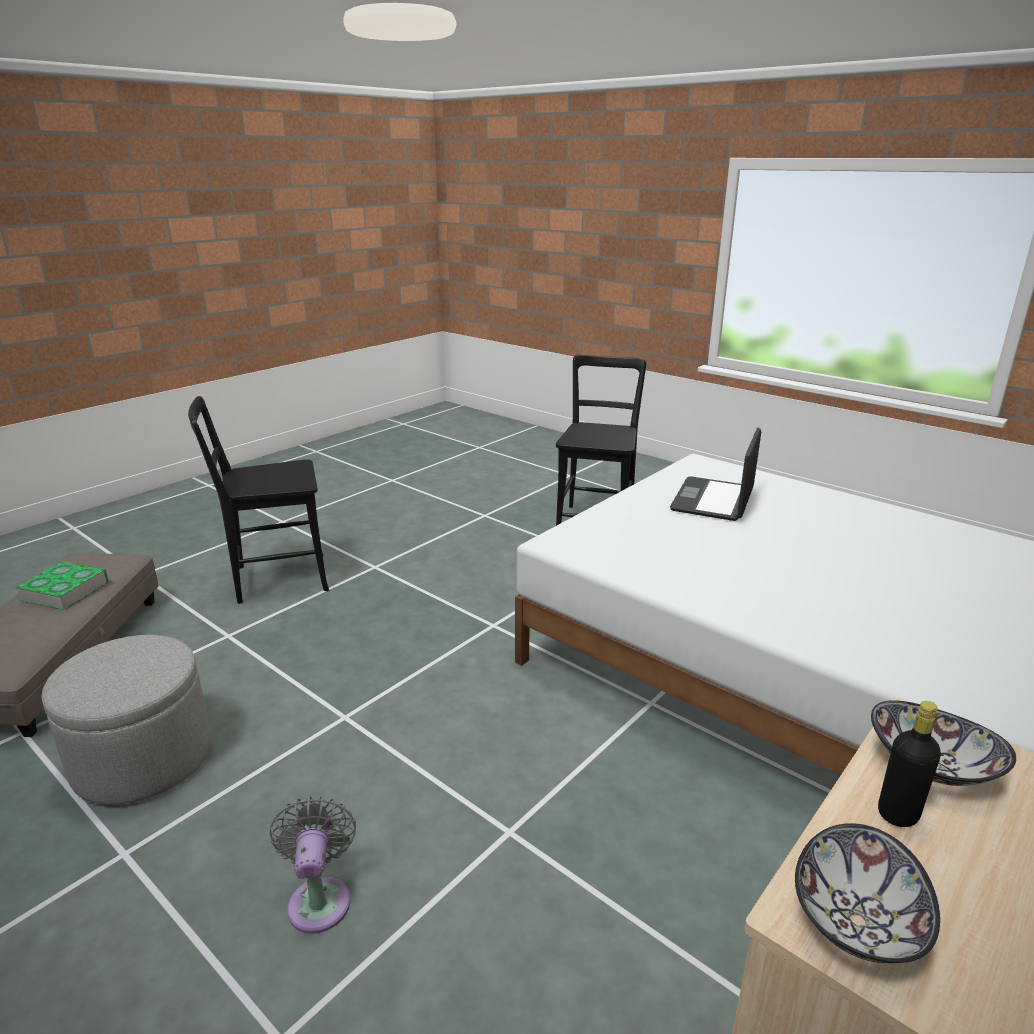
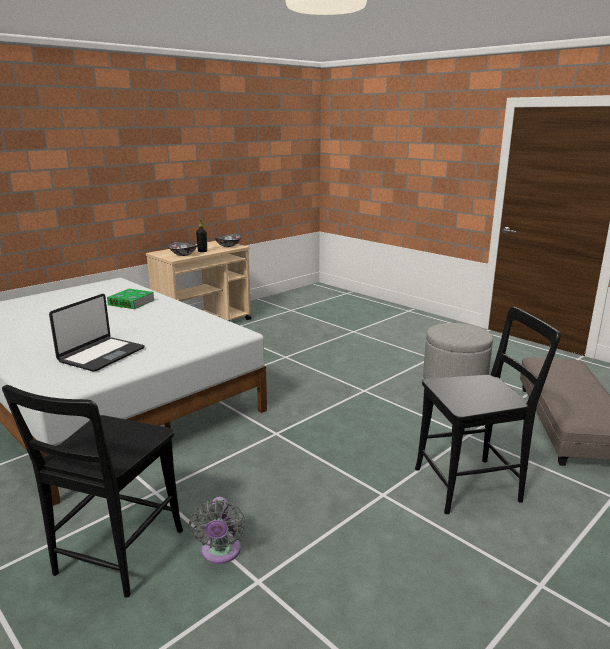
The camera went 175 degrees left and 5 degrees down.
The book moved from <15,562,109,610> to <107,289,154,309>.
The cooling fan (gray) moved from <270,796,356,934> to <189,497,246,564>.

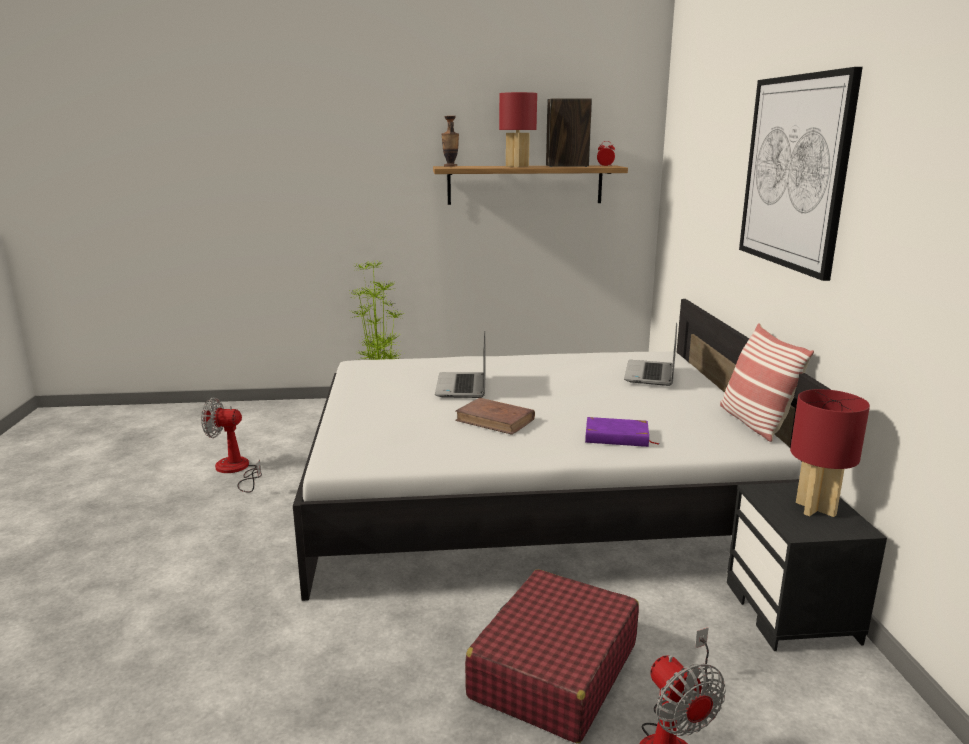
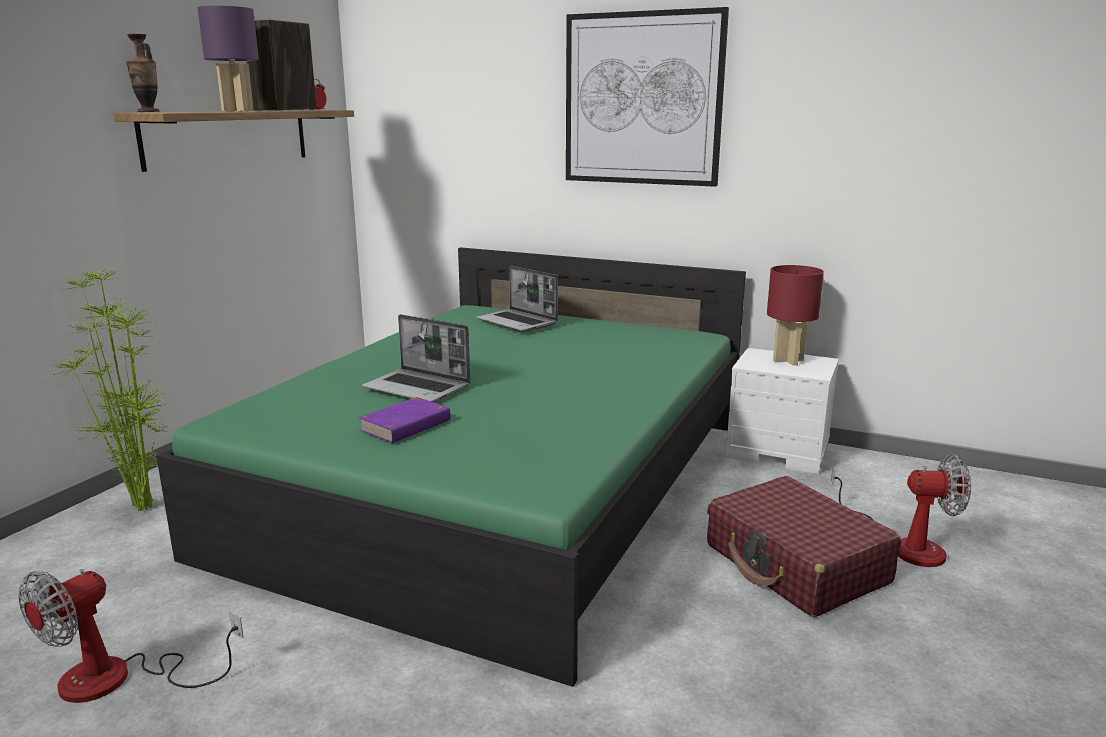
The camera went 60 degrees left and 0 degrees up.
The book (brown-coloured) at <455,398,535,435> disappeared.
The throw pillow at <720,323,814,442> disappeared.
The book (purple) moved from <585,417,660,447> to <358,397,453,443>.
The bedroom bed (white-coloured) at <293,299,831,601> became the bedroom bed (green-coloured) at <156,248,746,687>.
The lamp for a table (red) at <499,92,537,167> became the lamp for a table (purple) at <198,5,259,111>.
The nightstand (black) at <727,482,887,651> became the nightstand (white-coloured) at <726,348,839,474>.

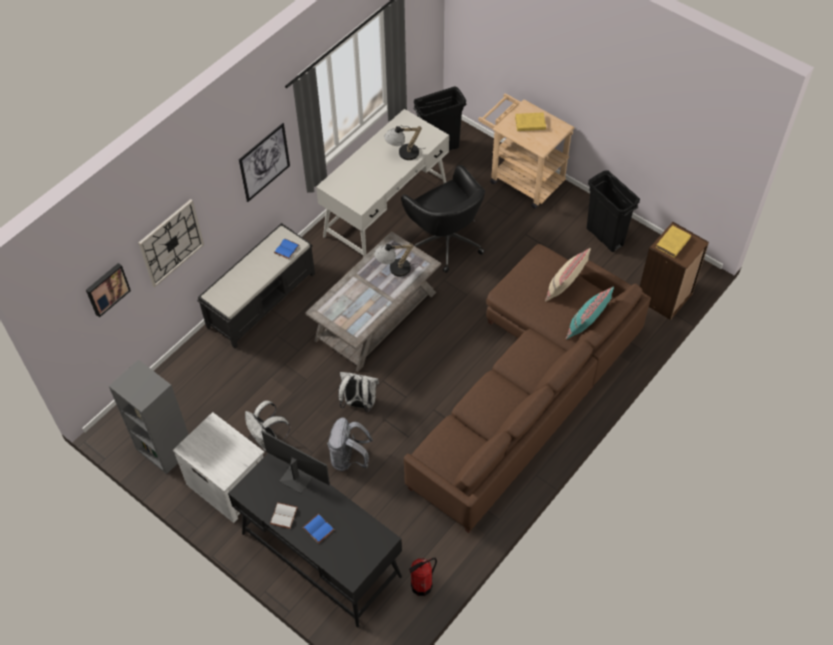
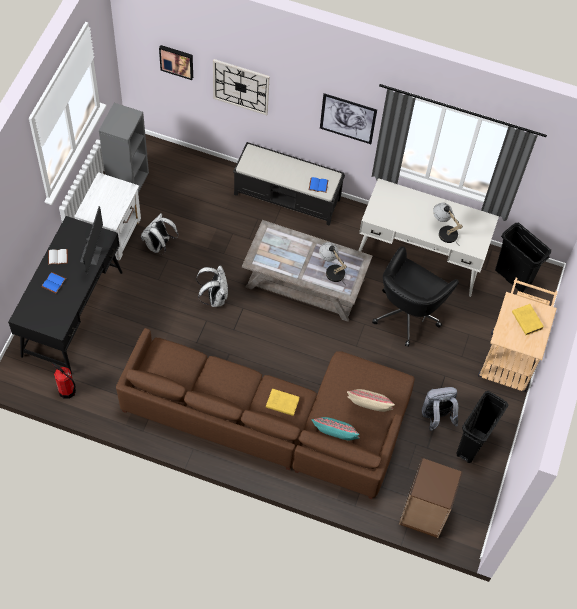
The camera went 65 degrees right and 5 degrees up.
The rucksack (gray) moved from <327,417,373,471> to <422,387,458,431>.
The book (yellowish) moved from <656,225,691,258> to <266,389,300,416>.

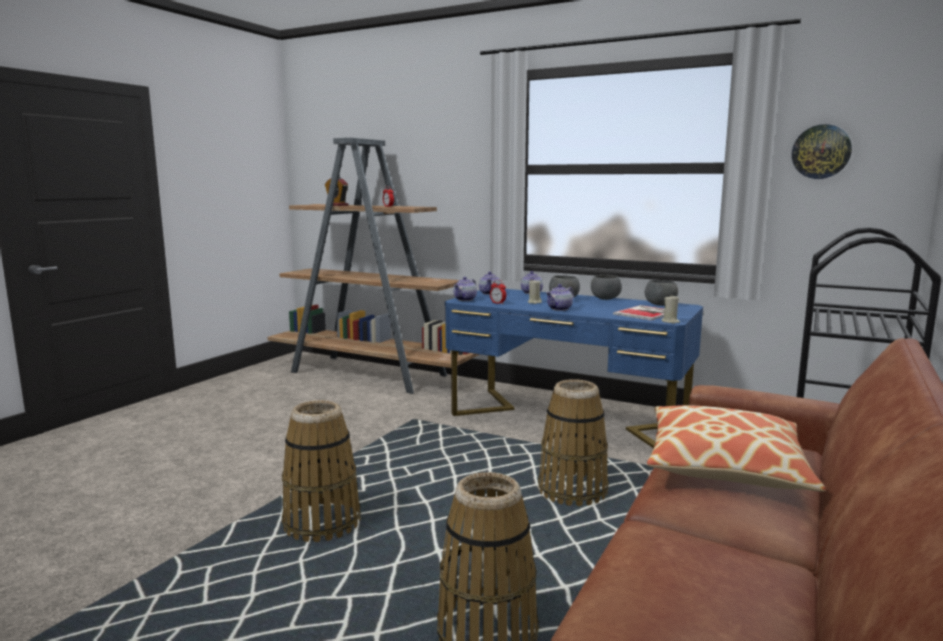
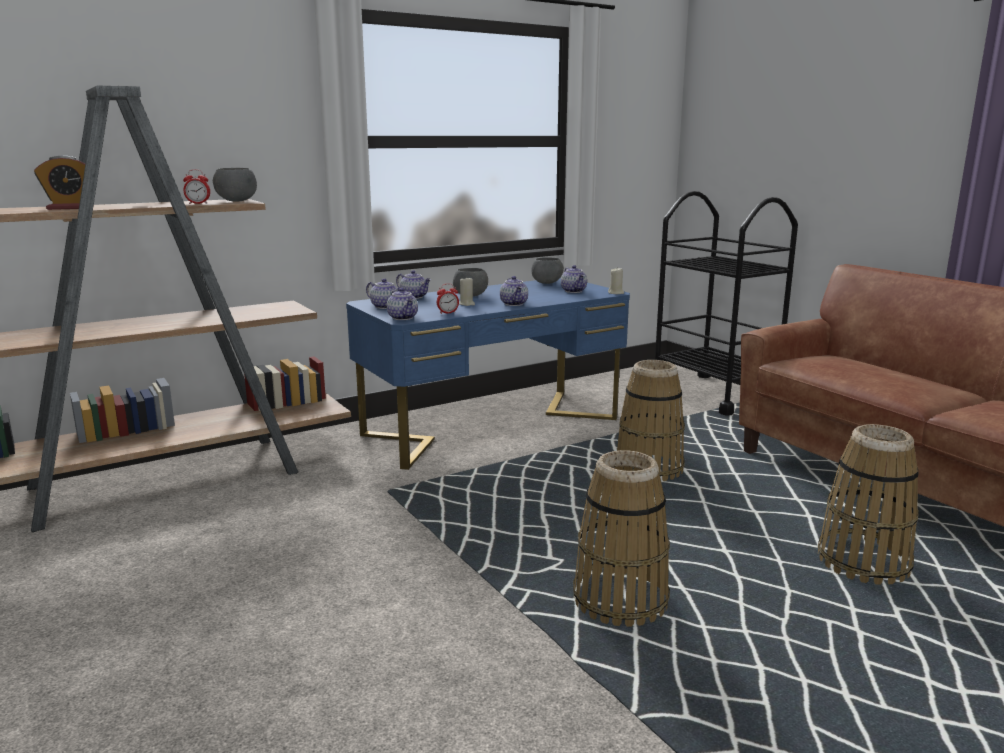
The camera went 60 degrees left and 5 degrees up.
The throw pillow at <647,405,826,492> disappeared.
The hanging clock at <792,124,852,179> disappeared.
The serving bowl (gray) moved from <591,275,622,300> to <213,168,257,202>.
The book at <613,305,664,321> was replaced by the teapot at <561,265,587,293>.

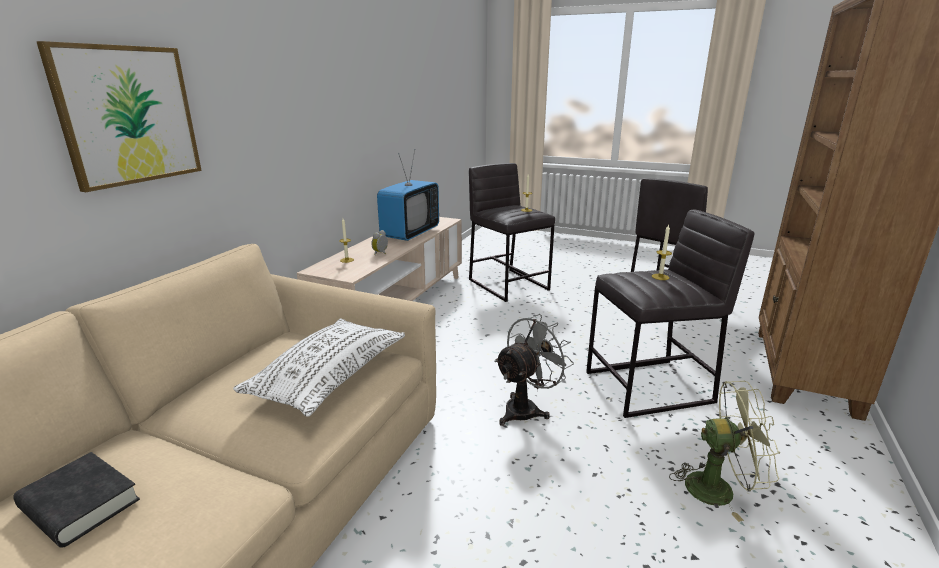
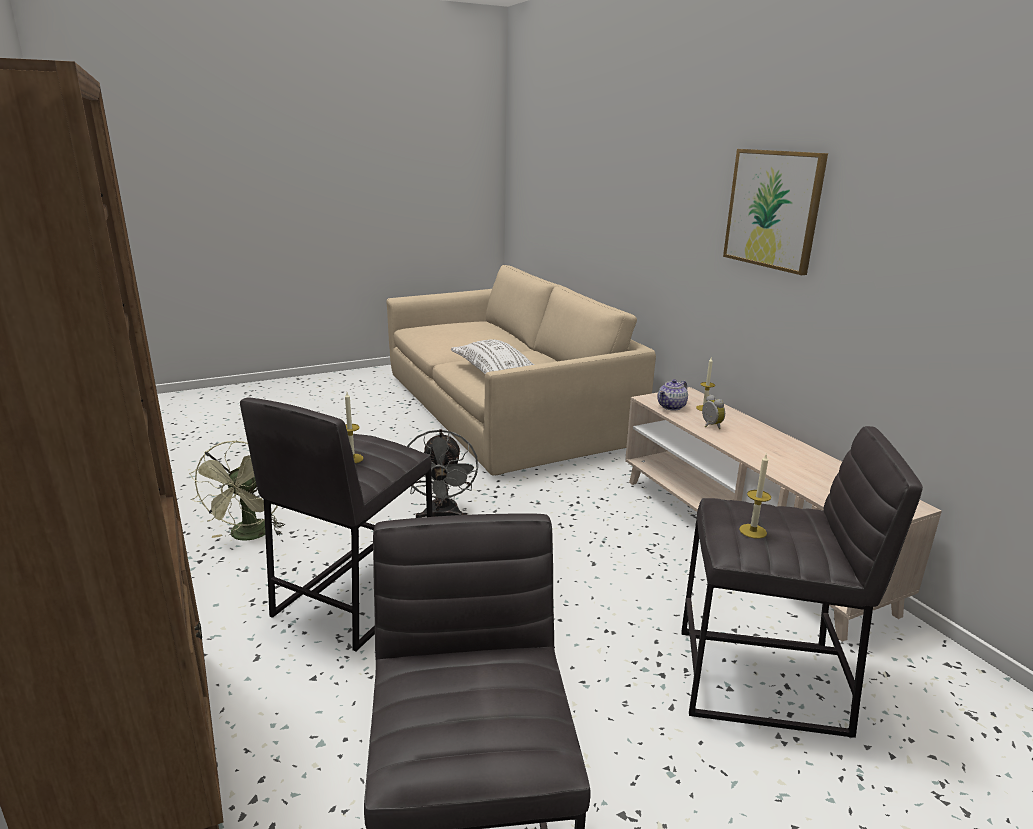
The camera went 130 degrees right and 0 degrees up.
The book (black) at <13,452,140,548> disappeared.
The television at <377,149,439,241> disappeared.
The teapot at <657,379,688,410> appeared.
The wall picture moved from <36,41,202,192> to <723,149,828,275>.
The cooling fan (green-coloured) at <669,381,780,522> turned 45 degrees counterclockwise.

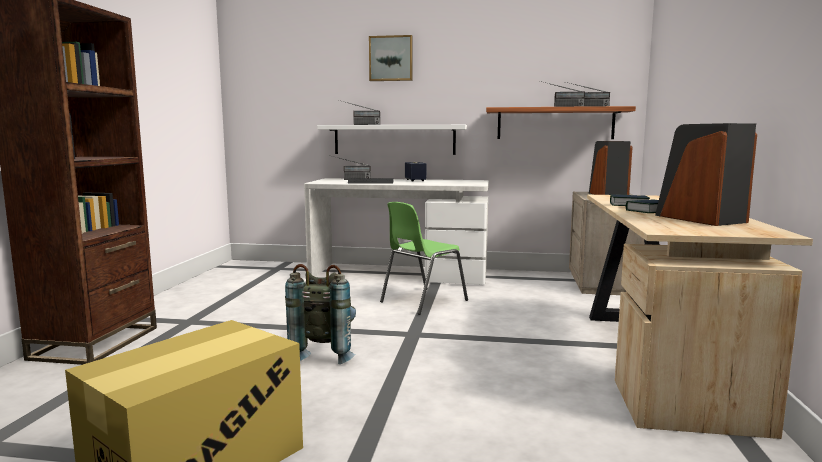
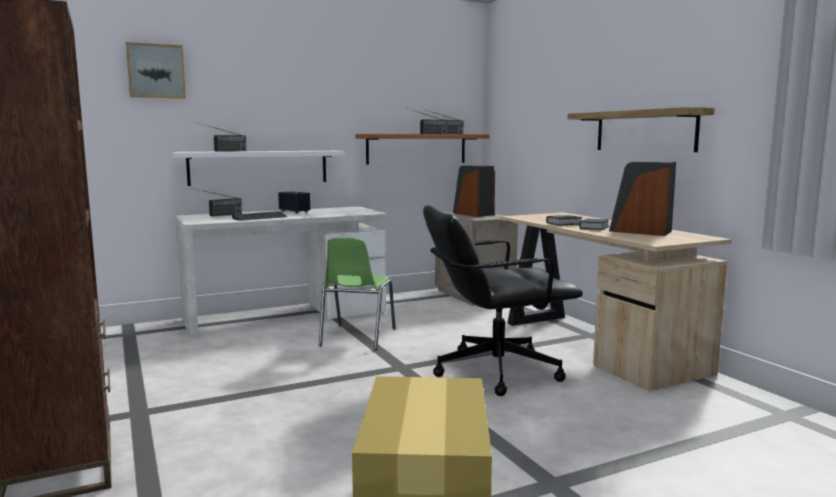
The camera went 35 degrees left and 0 degrees up.
The rucksack (gray) at <285,264,356,364> disappeared.
The desk chair (black) at <423,205,583,396> appeared.
The shelf at <567,107,715,152> appeared.
The wall picture moved from <369,35,412,81> to <126,42,186,99>.

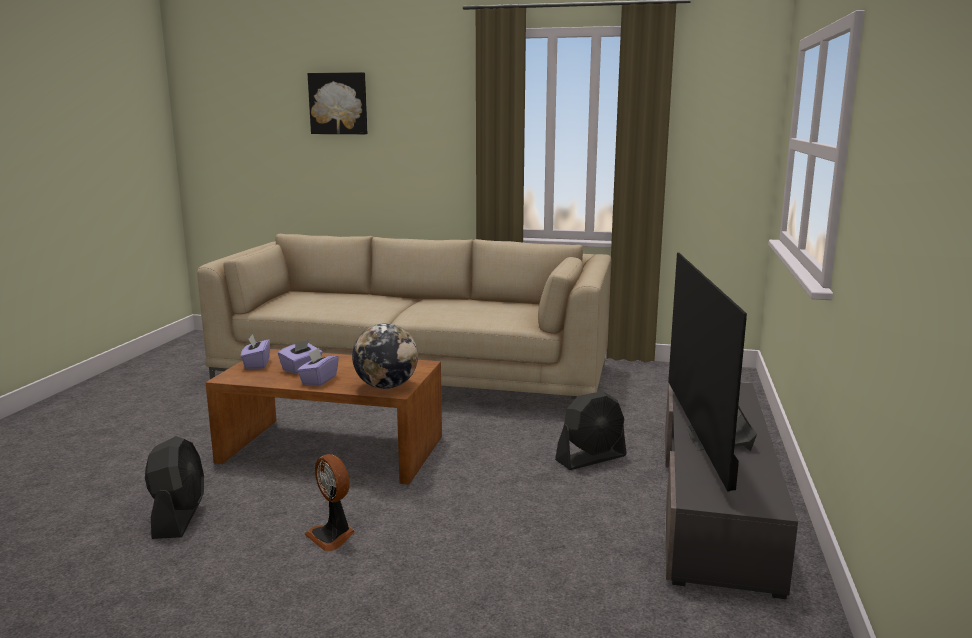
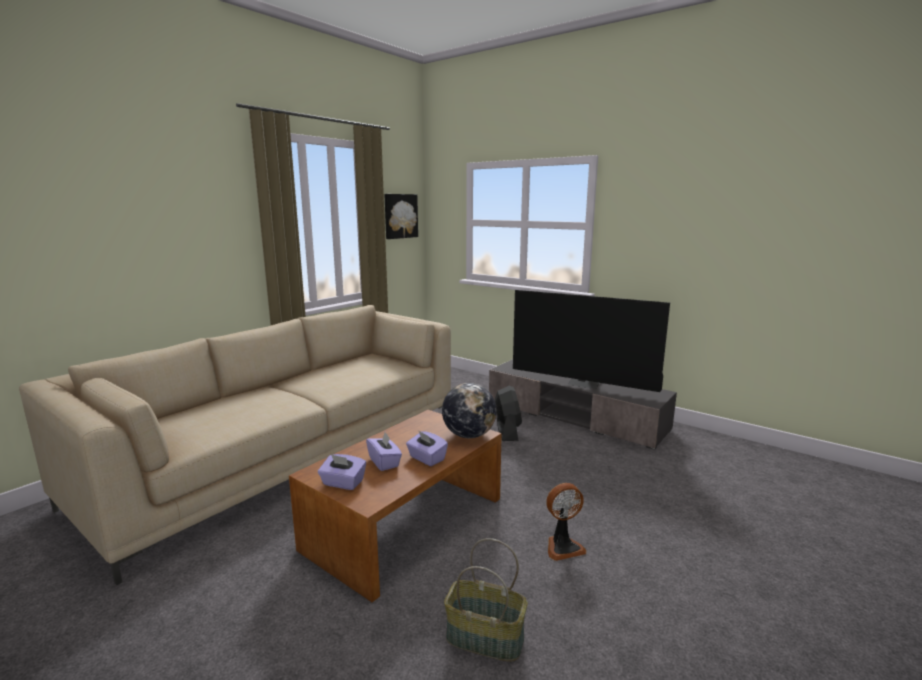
The camera went 65 degrees left and 0 degrees up.
The wall picture moved from <308,72,367,134> to <384,194,418,239>.
The cooling fan (black) at <145,436,204,539> was replaced by the basket at <444,538,527,661>.

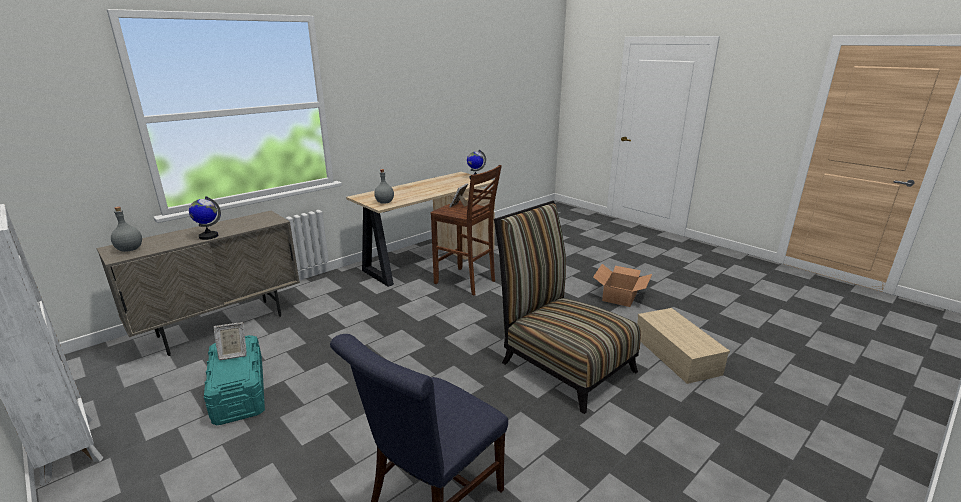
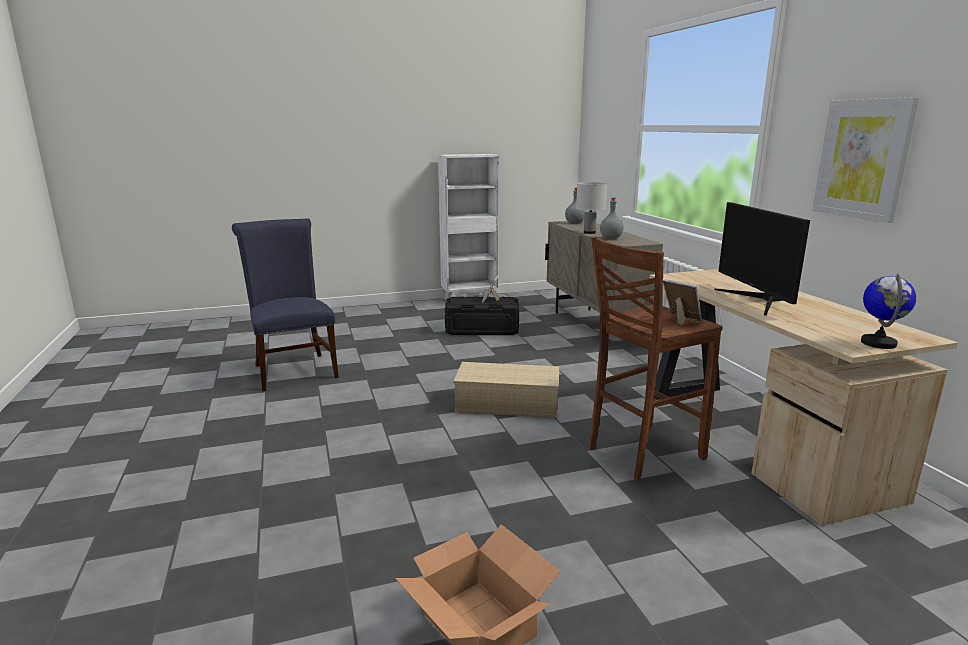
The camera went 115 degrees right and 5 degrees down.
The chair at <494,201,641,414> disappeared.
The monitor at <714,202,810,316> appeared.
The wall picture at <812,97,919,223> appeared.
The drink bottle (gray) moved from <374,169,394,204> to <600,198,623,239>.
The storage box (beige-coloured) moved from <637,308,730,384> to <454,362,559,418>.
The globe at <189,196,221,240> was replaced by the lamp for a table (white-coloured) at <576,182,607,234>.
The storage box (turquoise) at <204,335,265,425> became the storage box (black) at <445,296,519,335>.

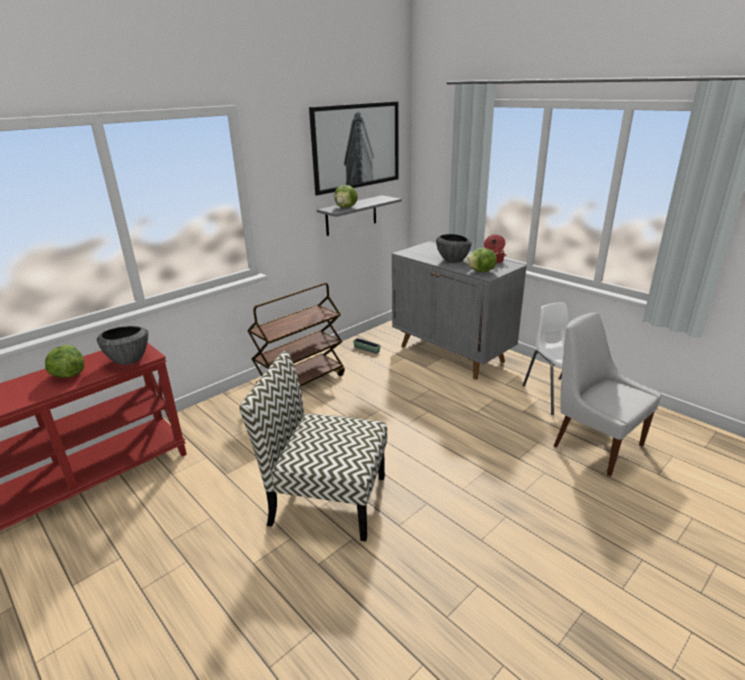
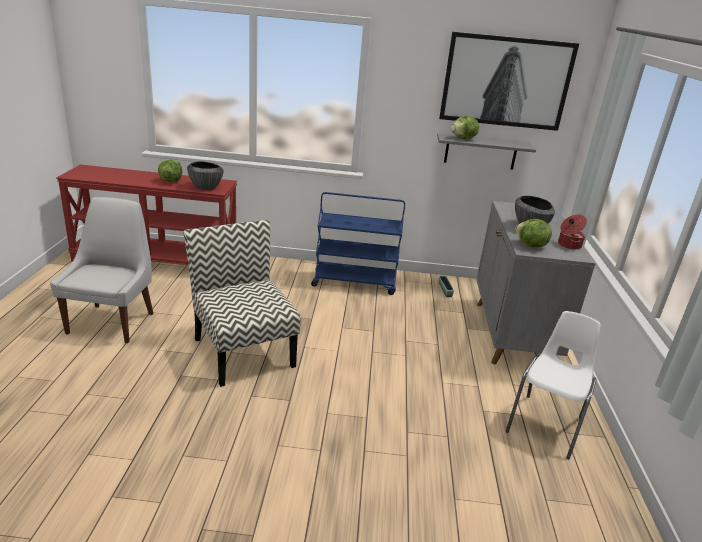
The camera went 45 degrees right and 0 degrees up.
The chair (white-coloured) moved from <554,312,662,476> to <50,197,153,343>.
The cart (brown-coloured) at <247,283,345,386> became the cart (blue-coloured) at <311,192,405,295>.

